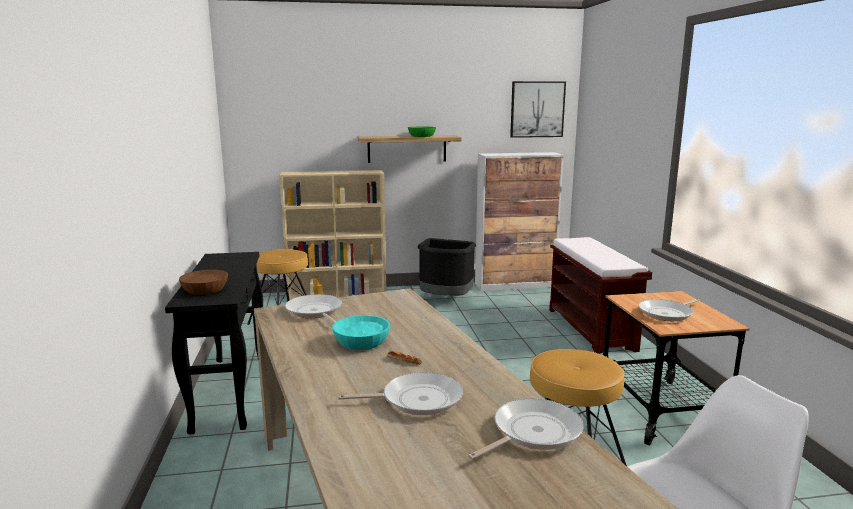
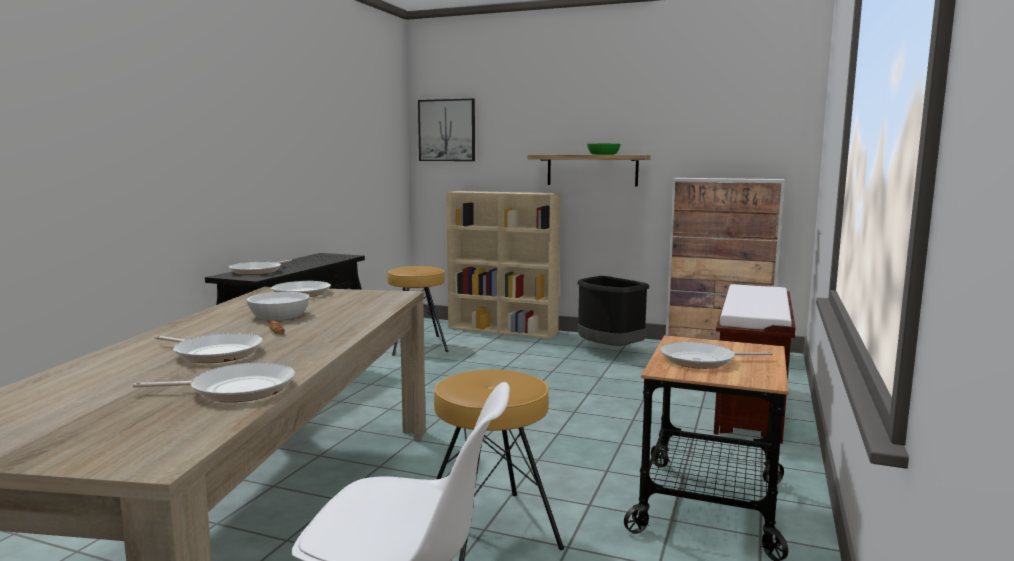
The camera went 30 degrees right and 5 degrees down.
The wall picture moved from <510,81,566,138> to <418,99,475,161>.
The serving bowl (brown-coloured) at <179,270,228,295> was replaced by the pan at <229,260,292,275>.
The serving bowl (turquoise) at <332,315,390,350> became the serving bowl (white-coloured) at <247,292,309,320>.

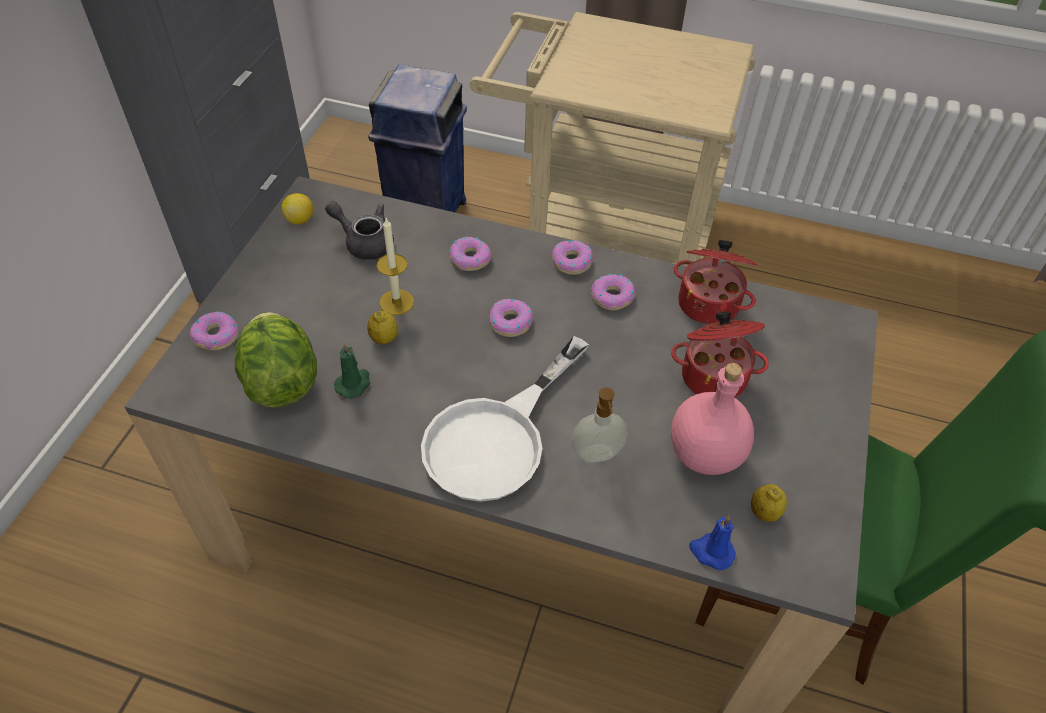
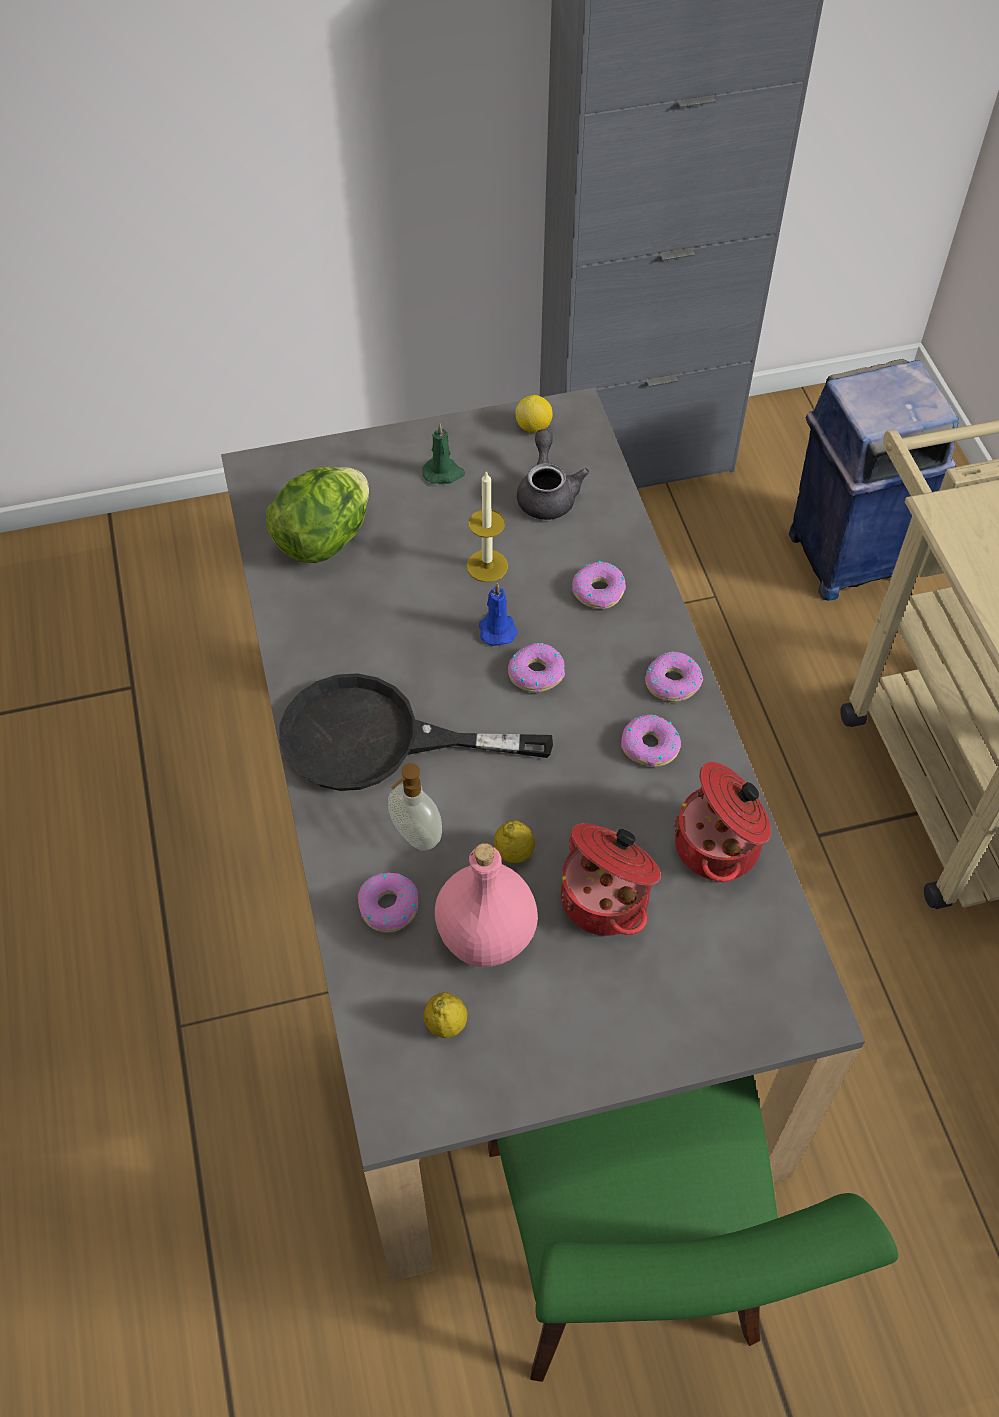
The camera went 60 degrees right and 5 degrees up.
The doughnut moved from <189,311,238,351> to <358,873,418,933>.
The candle (green-coloured) moved from <334,343,370,399> to <422,423,465,484>.
The citrus fruit moved from <367,311,398,344> to <494,820,535,864>.
The candle (blue-coloured) moved from <689,516,736,570> to <479,583,518,646>.
The pan (white-coloured) at <421,336,589,502> became the pan (black) at <279,673,553,791>.

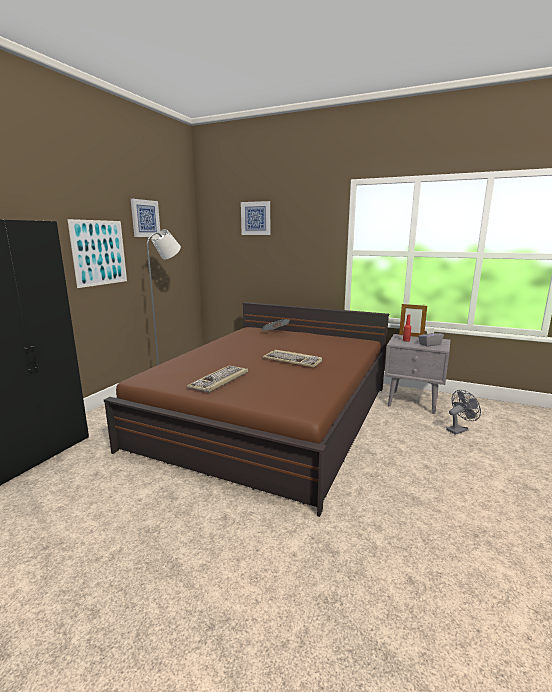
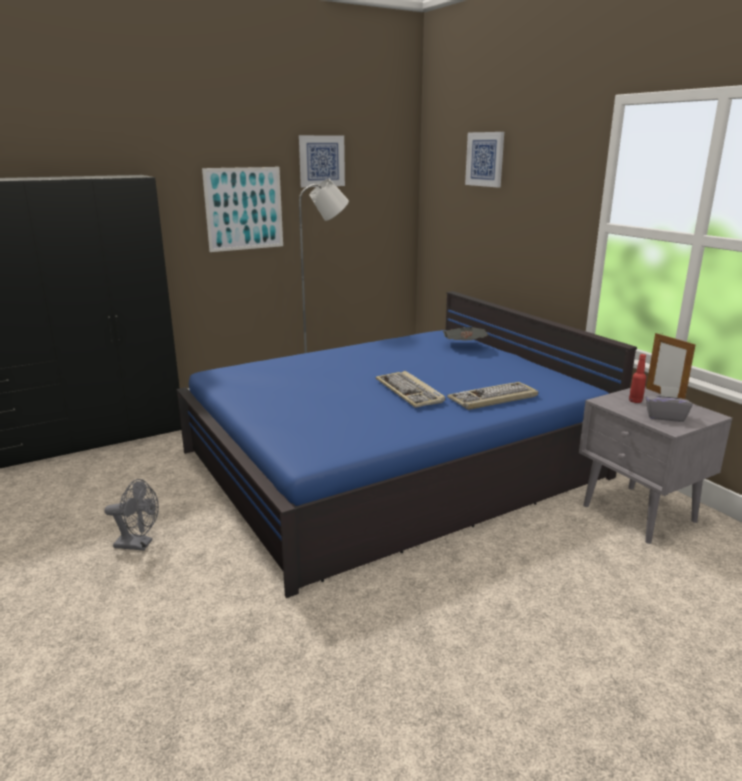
The camera went 35 degrees right and 5 degrees up.
The computer keyboard moved from <187,366,248,393> to <447,382,538,410>.
The cooling fan (gray) moved from <446,390,481,435> to <105,479,159,551>.
The bedroom bed (brown-coloured) at <104,302,389,517> became the bedroom bed (blue-coloured) at <176,291,637,598>.

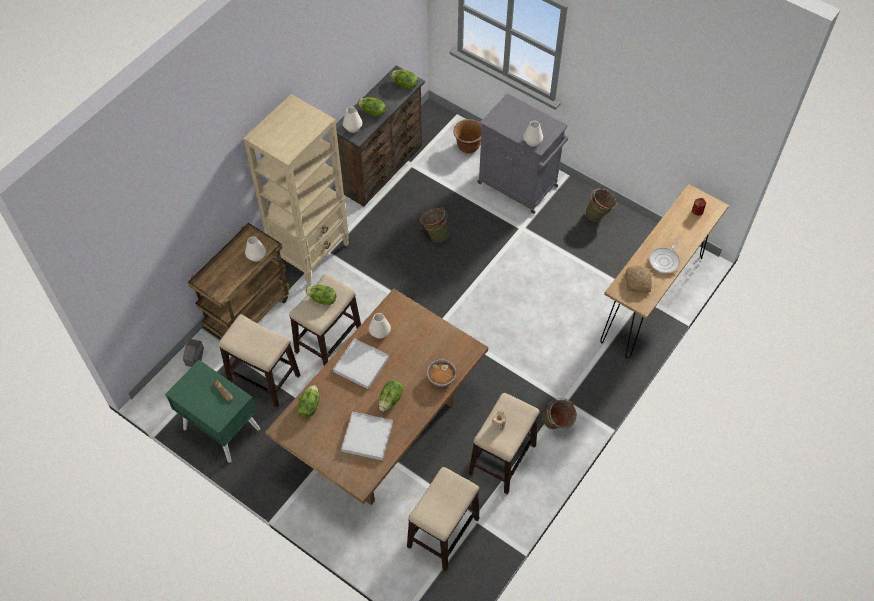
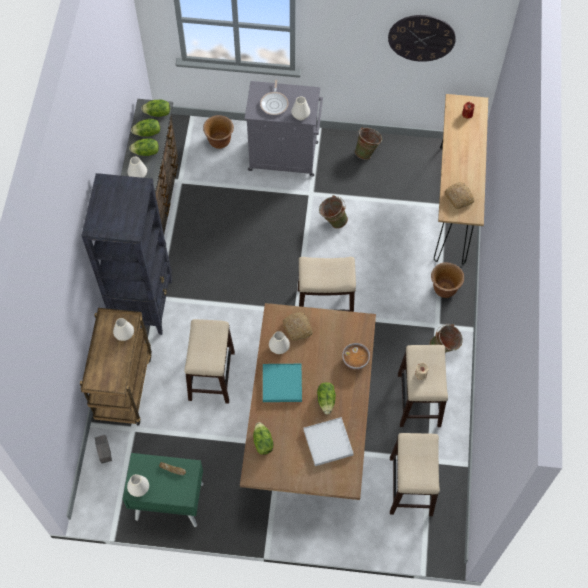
The camera went 30 degrees left and 5 degrees up.
The vase (white-coloured) at <127,474,149,497> appeared.
The baked bread at <283,312,313,341> appeared.
The hanging clock at <388,15,456,62> appeared.
The planter (brown-coloured) at <431,263,464,298> appeared.
The stool seat moved from <218,314,300,408> to <298,257,356,312>.
The lettuce head moved from <305,285,336,305> to <131,119,160,137>.
The bucket (green-coloured) moved from <420,207,449,242> to <319,195,348,229>.
The pan moved from <649,237,681,273> to <260,79,289,115>.
The bookcase (beige-coloured) at <243,94,349,286> became the bookcase (black) at <81,173,172,335>.
The carrying tray (white-coloured) at <333,338,389,389> became the carrying tray (turquoise) at <263,364,302,402>.

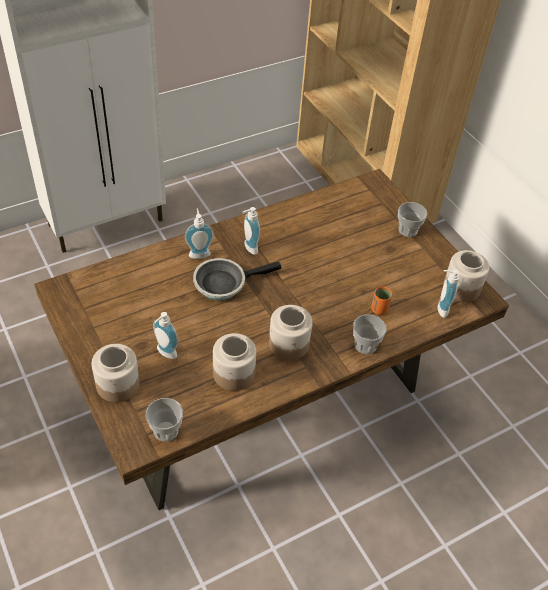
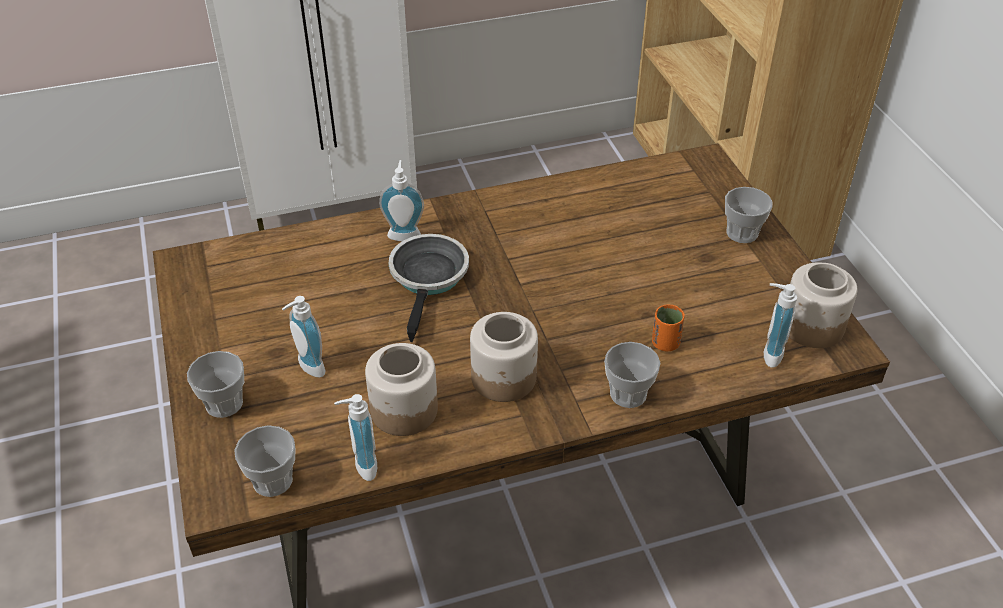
The camera went 15 degrees right and 5 degrees down.
The liquid soap bottle moved from <242,207,260,255> to <334,394,377,481>.
The preserve jar at <92,344,140,402> was replaced by the cup at <187,351,244,418>.
The pan at <193,258,281,300> turned 105 degrees clockwise.

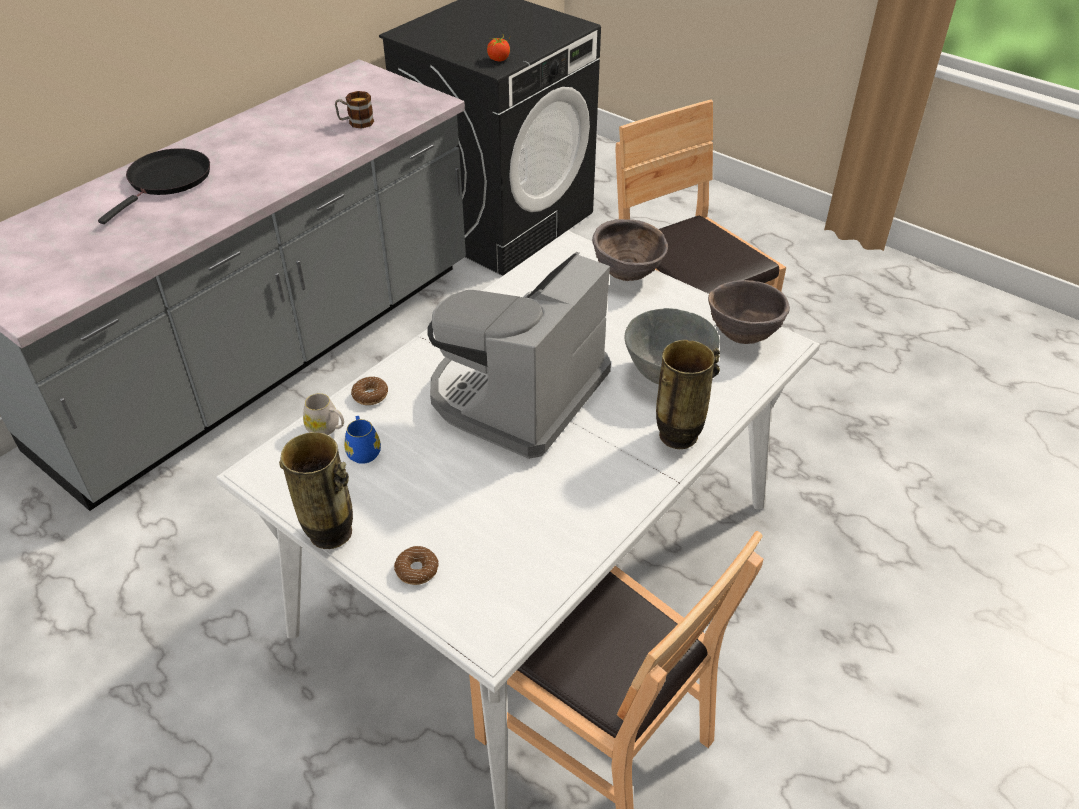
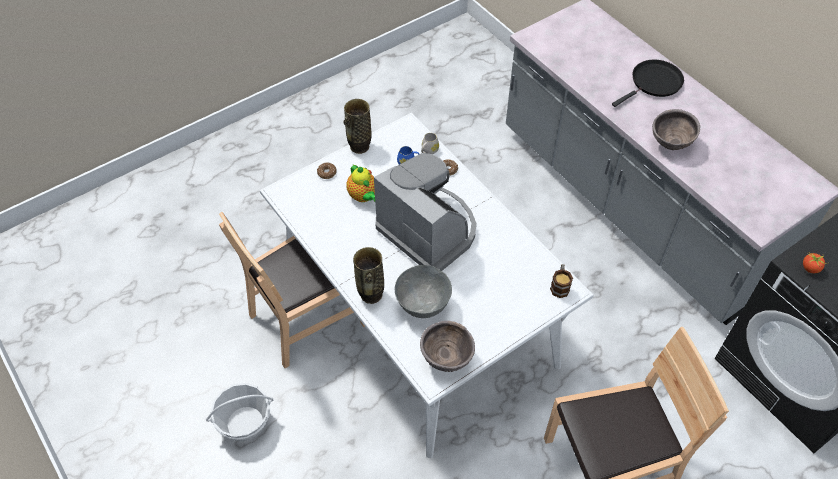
The camera went 105 degrees right and 10 degrees up.
The basket at <206,383,273,442> appeared.
The teapot at <346,165,375,202> appeared.
The mug moved from <335,91,374,129> to <550,264,573,298>.
The serving bowl (brown-coloured) moved from <592,219,668,281> to <652,109,700,150>.
The pan (black) at <98,148,210,224> turned 75 degrees counterclockwise.

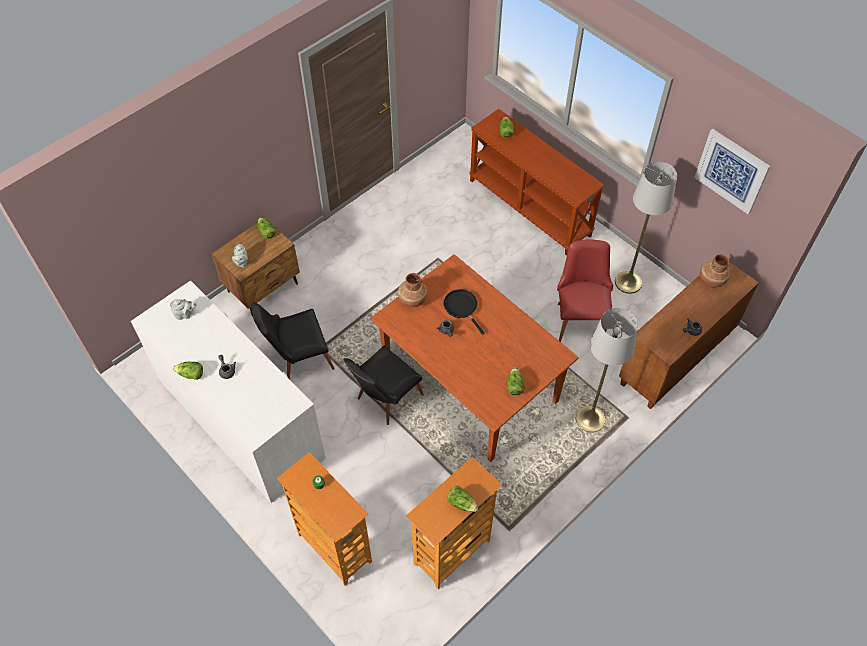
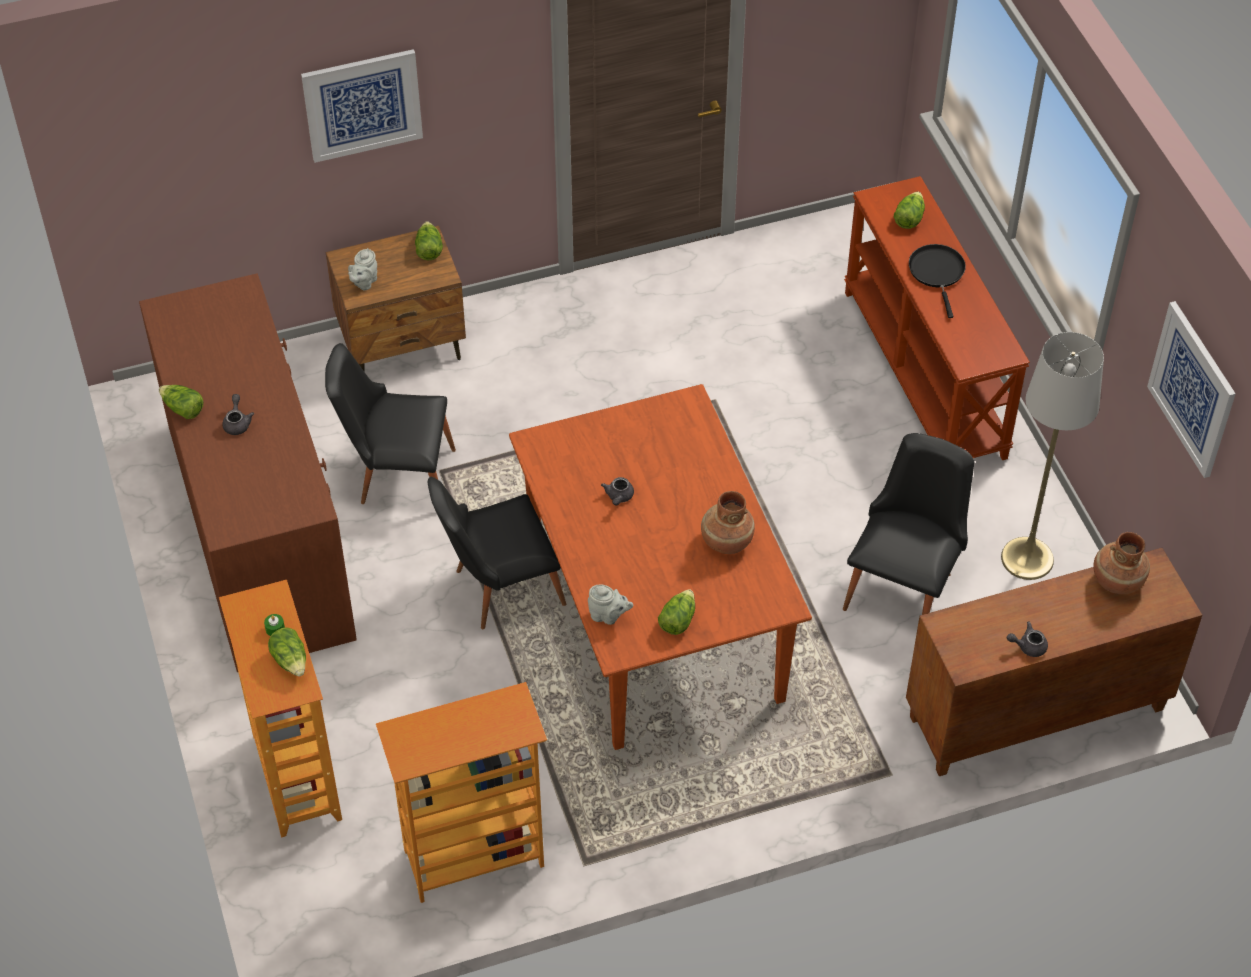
The camera went 25 degrees right and 5 degrees down.
The standing lamp (gray) at <576,308,638,432> disappeared.
The wall picture at <301,49,423,163> appeared.
The teapot (gray) moved from <170,299,197,320> to <588,584,633,625>.
The vase (brown-coloured) moved from <398,273,427,307> to <701,491,755,554>.
The pan (black) moved from <444,289,485,335> to <909,244,966,318>.
The lettuce head moved from <447,486,478,512> to <268,627,306,676>.
The drawer chest (white-coloured) at <131,280,326,503> became the drawer chest (brown-coloured) at <139,274,357,672>.
The chair (red) at <557,239,613,342> became the chair (black) at <843,433,974,615>.

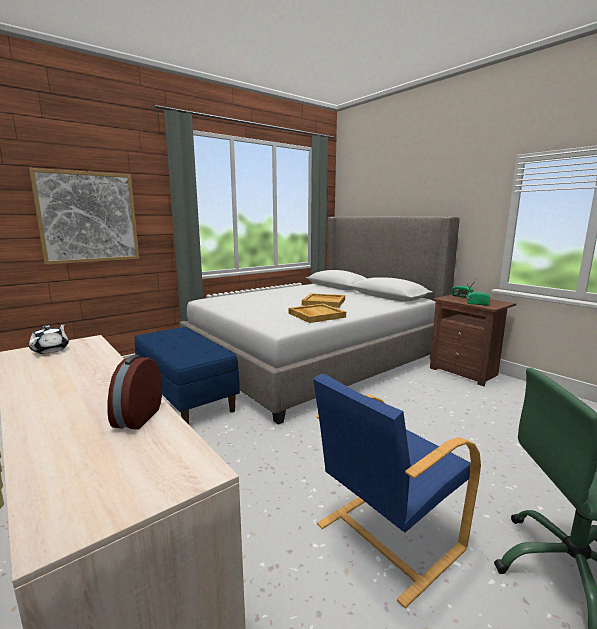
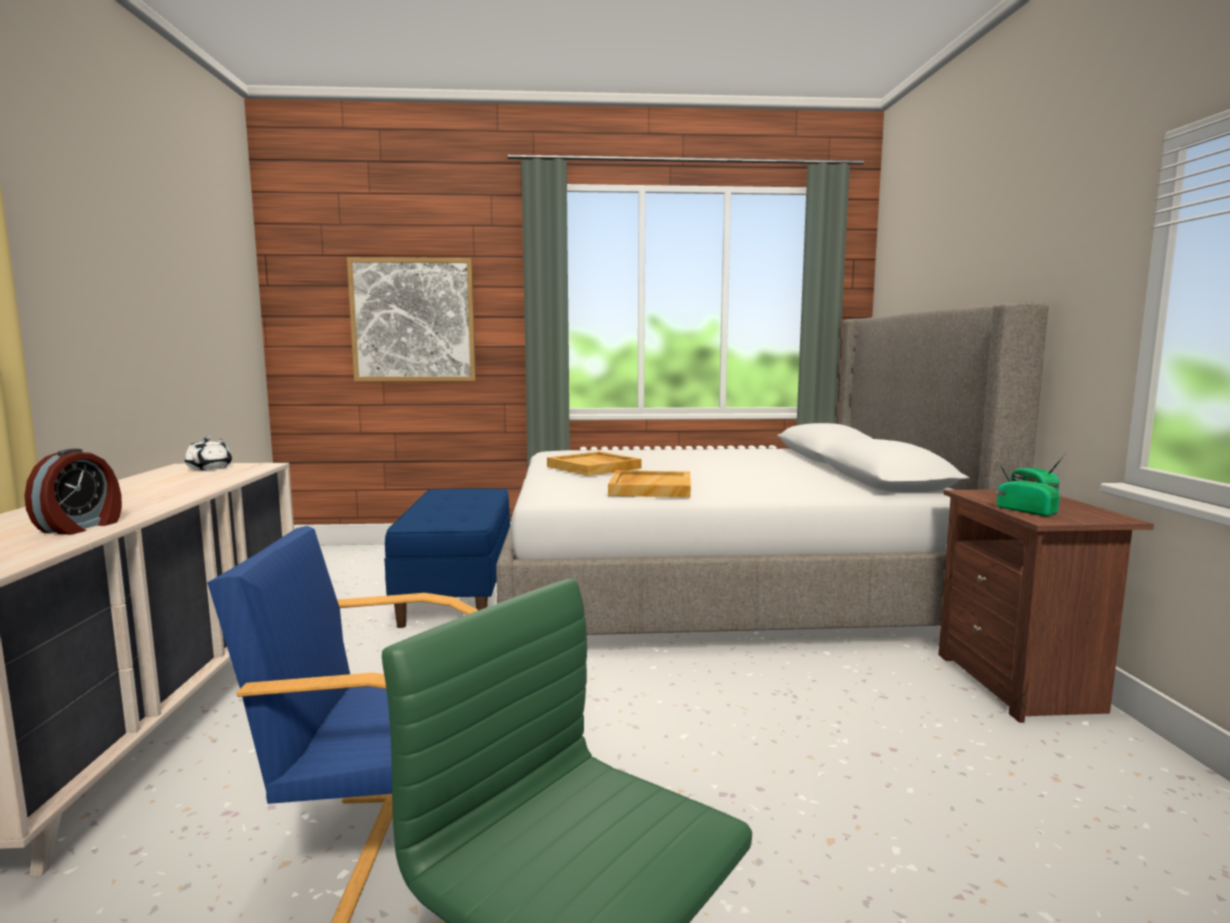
The camera went 35 degrees right and 5 degrees down.
The carrying tray (beige-coloured) moved from <302,293,345,308> to <547,451,642,476>.
The teapot (white-coloured) at <29,323,69,354> turned 45 degrees counterclockwise.
The bedside clock at <107,355,162,429> turned 150 degrees clockwise.

